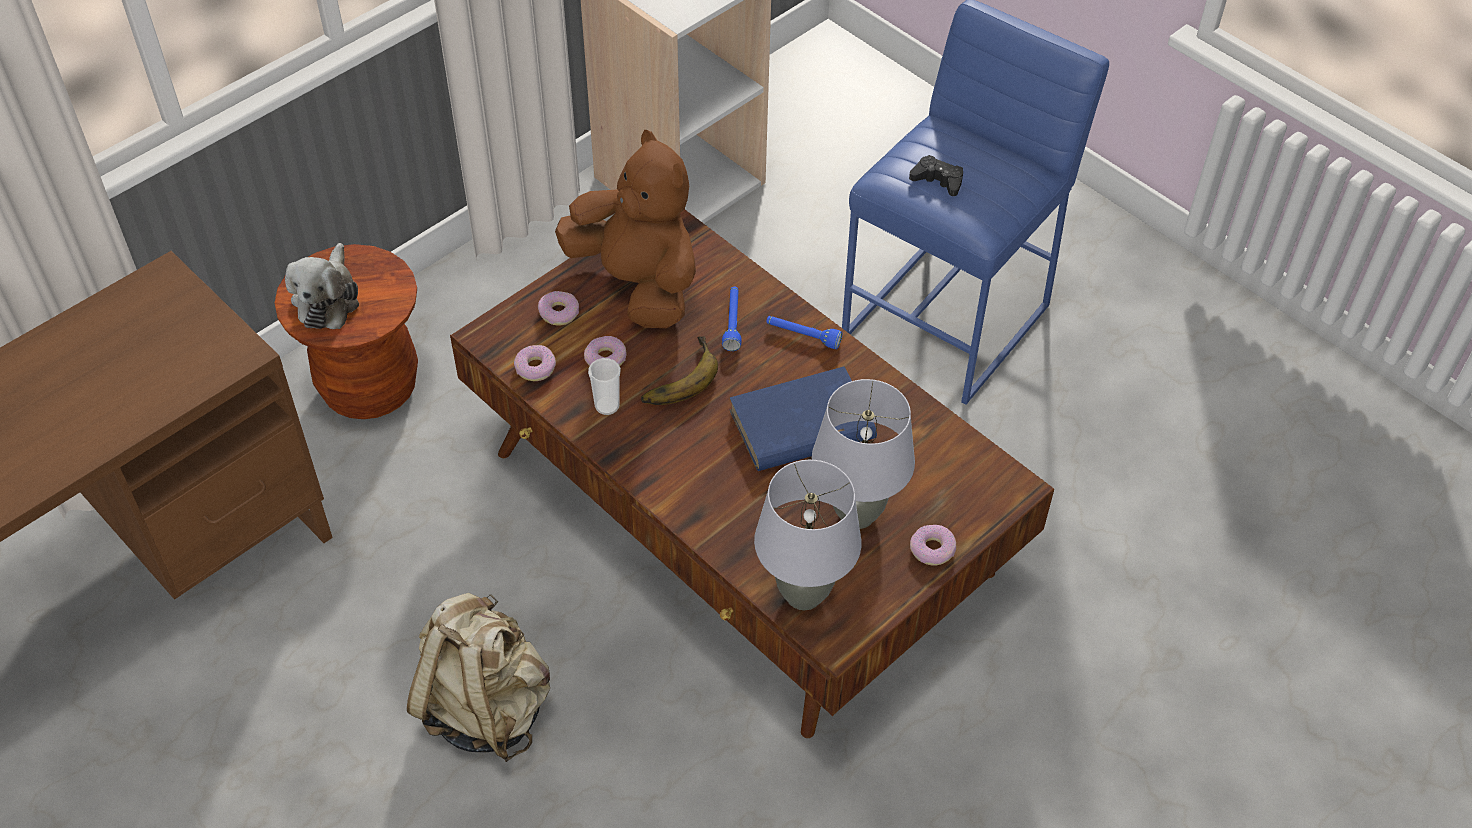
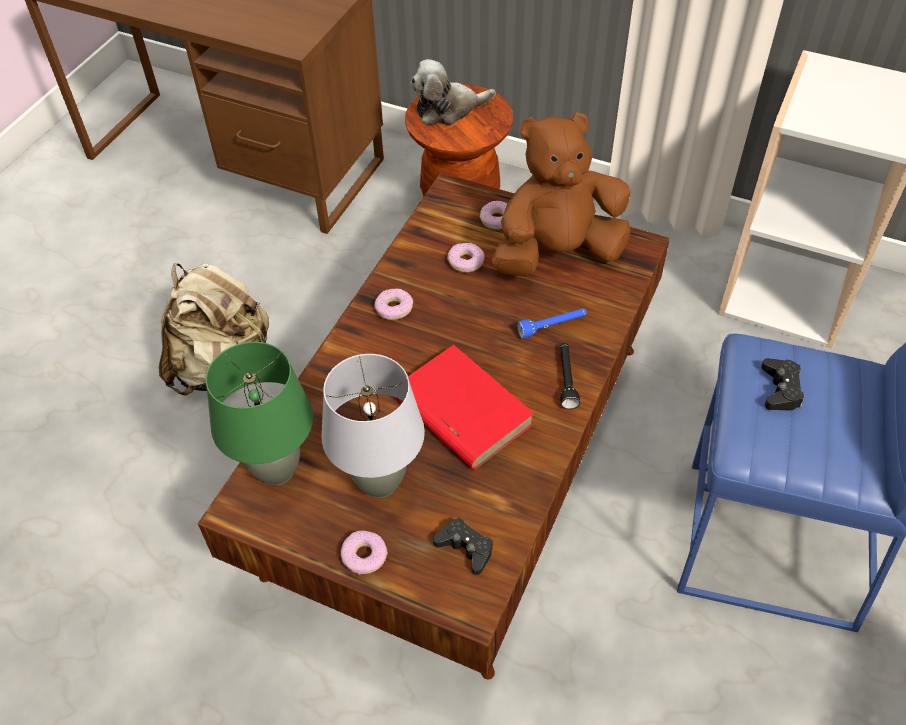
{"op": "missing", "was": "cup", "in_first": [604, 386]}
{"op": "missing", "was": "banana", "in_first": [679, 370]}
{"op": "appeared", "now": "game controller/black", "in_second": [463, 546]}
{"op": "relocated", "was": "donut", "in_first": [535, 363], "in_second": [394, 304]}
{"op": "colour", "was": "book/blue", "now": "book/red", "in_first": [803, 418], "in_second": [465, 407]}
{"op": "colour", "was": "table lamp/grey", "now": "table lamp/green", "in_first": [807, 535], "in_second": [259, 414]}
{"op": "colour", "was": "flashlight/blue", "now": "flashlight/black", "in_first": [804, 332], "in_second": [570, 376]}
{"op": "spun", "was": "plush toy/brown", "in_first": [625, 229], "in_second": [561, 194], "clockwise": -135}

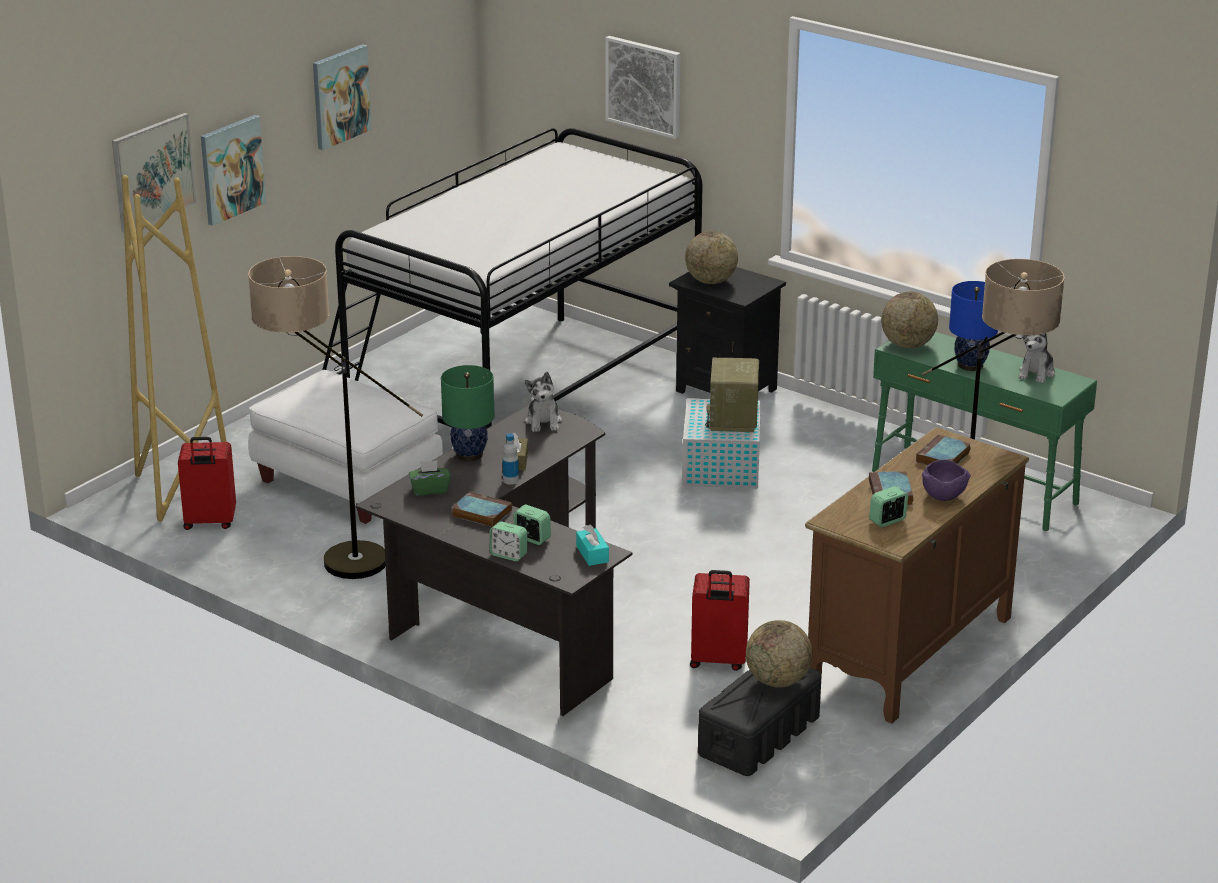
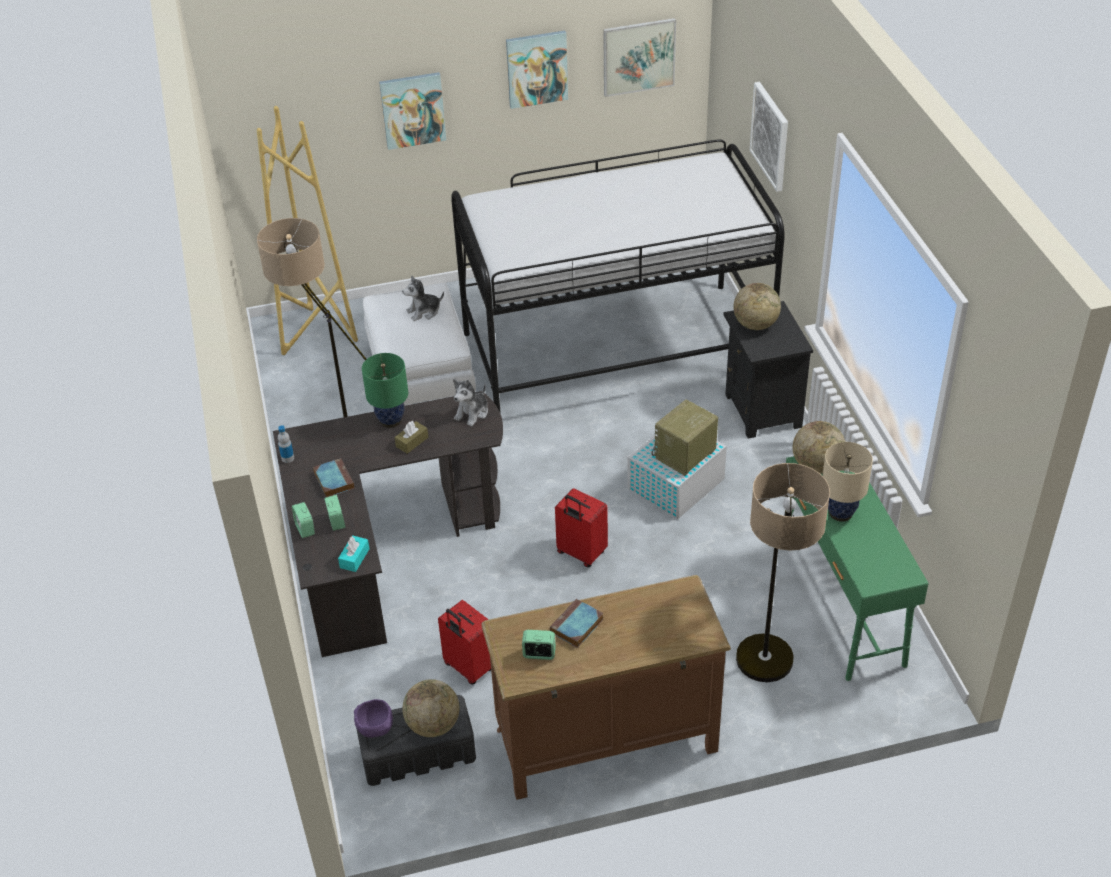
{"op": "missing", "was": "tissue box/green", "in_first": [430, 477]}
{"op": "missing", "was": "book", "in_first": [943, 450]}
{"op": "relocated", "was": "picture", "in_first": [154, 172], "in_second": [639, 57]}
{"op": "relocated", "was": "suitcase/red", "in_first": [207, 483], "in_second": [581, 527]}
{"op": "relocated", "was": "bottle", "in_first": [511, 459], "in_second": [286, 444]}
{"op": "relocated", "was": "bowl/purple", "in_first": [946, 480], "in_second": [373, 718]}
{"op": "relocated", "was": "plush toy", "in_first": [1036, 358], "in_second": [423, 298]}
{"op": "colour", "was": "table lamp/blue", "now": "table lamp/beige", "in_first": [973, 326], "in_second": [847, 481]}

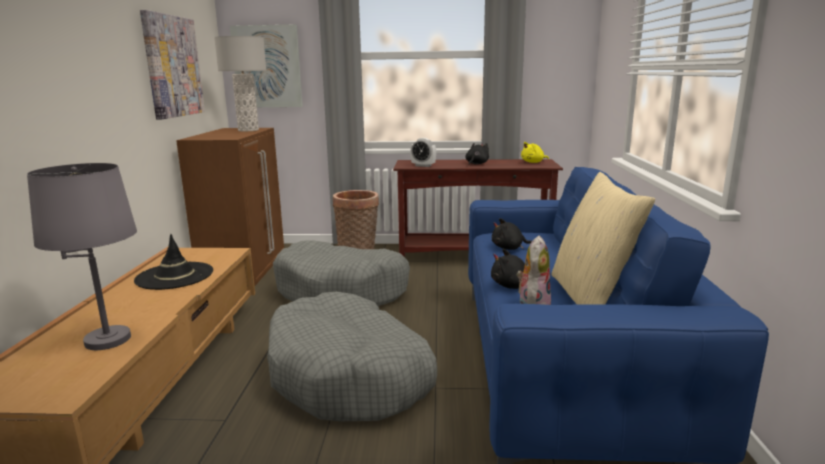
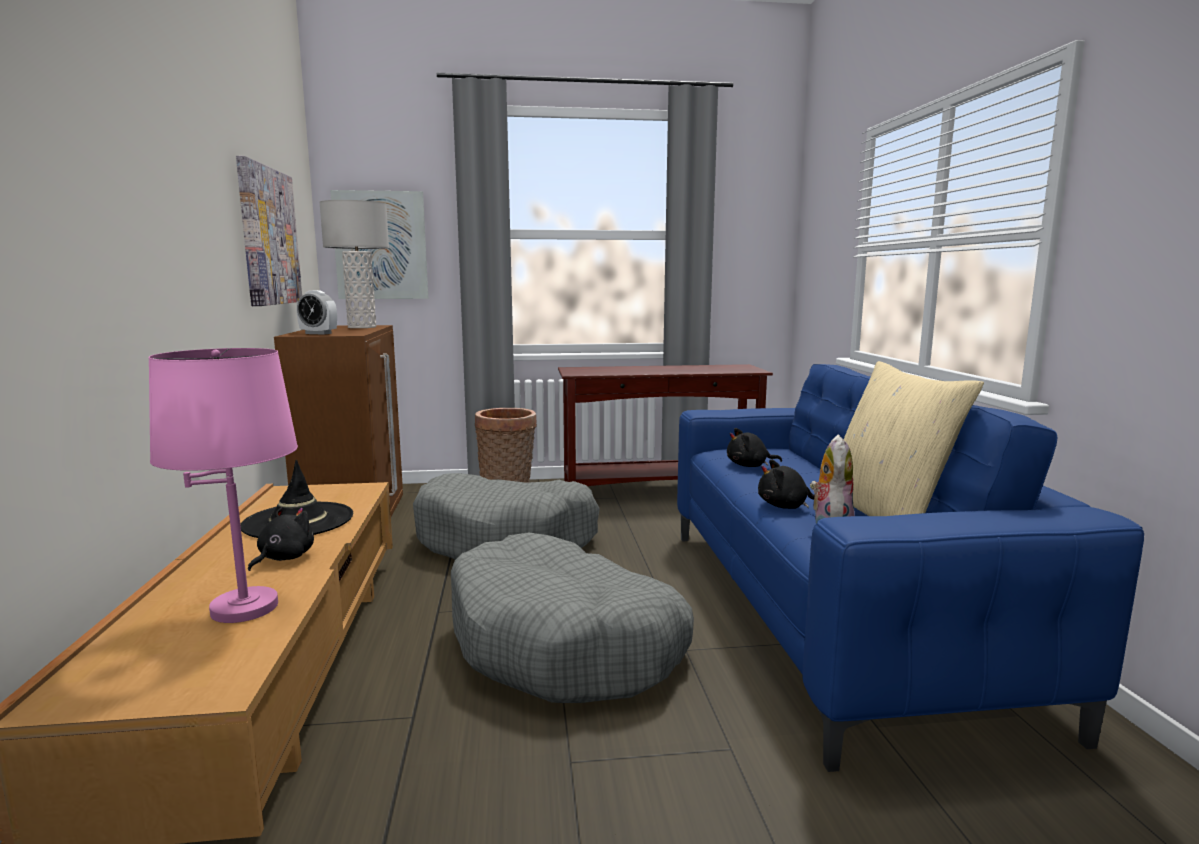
{"op": "missing", "was": "plush toy/yellow", "in_first": [535, 152]}
{"op": "relocated", "was": "alarm clock", "in_first": [423, 152], "in_second": [316, 312]}
{"op": "relocated", "was": "plush toy/black", "in_first": [477, 154], "in_second": [281, 539]}
{"op": "colour", "was": "table lamp/grey", "now": "table lamp/pink", "in_first": [82, 256], "in_second": [223, 485]}

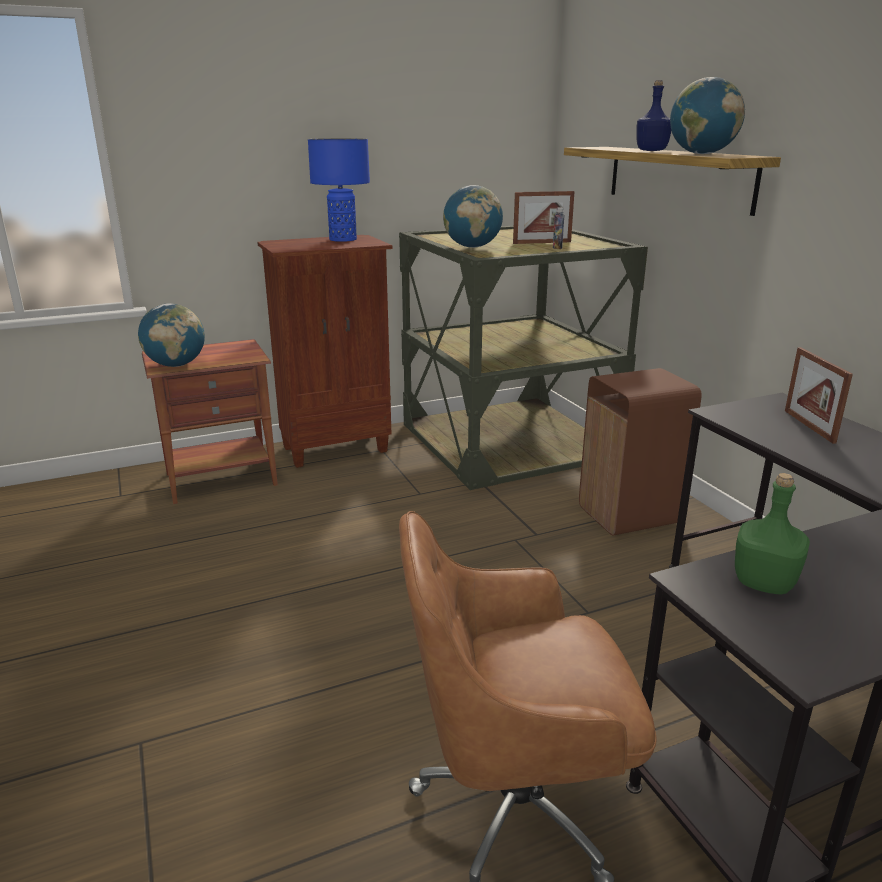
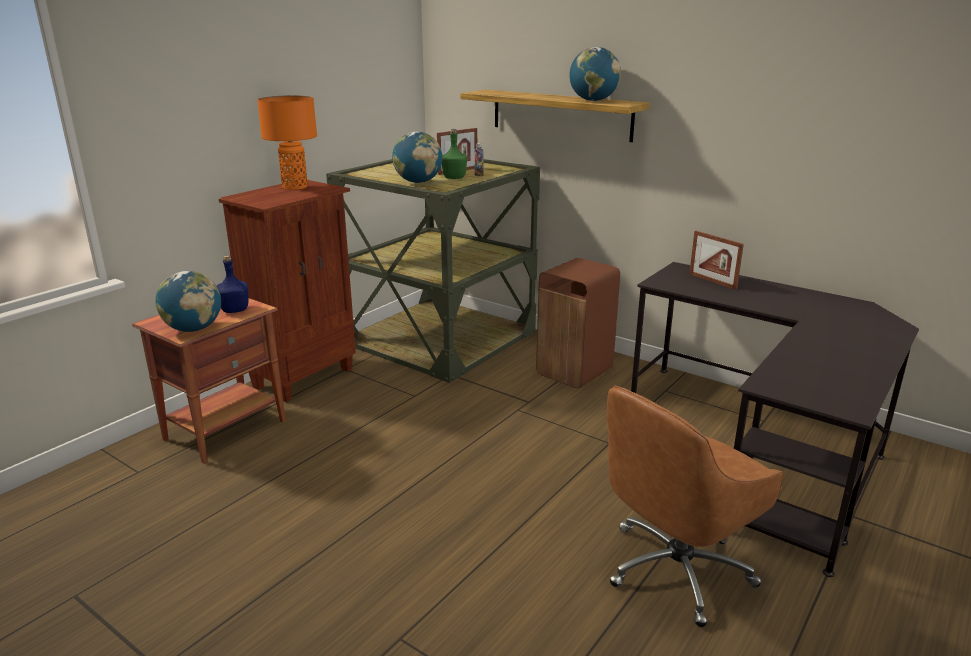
{"op": "relocated", "was": "bottle/blue", "in_first": [653, 115], "in_second": [233, 284]}
{"op": "relocated", "was": "bottle/green", "in_first": [772, 534], "in_second": [454, 154]}
{"op": "colour", "was": "table lamp/blue", "now": "table lamp/orange", "in_first": [339, 190], "in_second": [287, 142]}

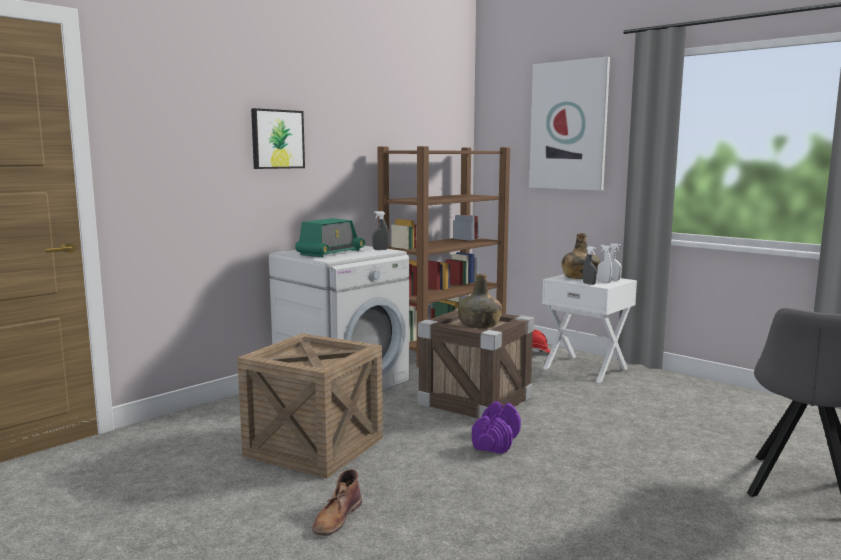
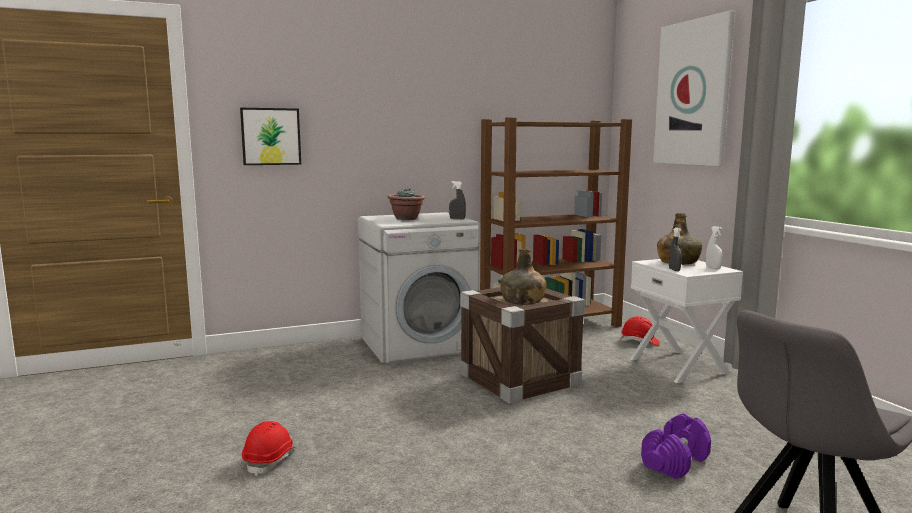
{"op": "missing", "was": "crate", "in_first": [310, 405]}
{"op": "missing", "was": "spray bottle/white", "in_first": [604, 264]}
{"op": "relocated", "was": "picture", "in_first": [278, 138], "in_second": [270, 136]}
{"op": "relocated", "was": "dumbbell/purple", "in_first": [496, 427], "in_second": [676, 446]}
{"op": "exchanged", "was": "radio", "now": "potted plant", "in_first": [330, 237], "in_second": [406, 204]}
{"op": "exchanged", "was": "boot/brown", "now": "hard hat/red", "in_first": [337, 502], "in_second": [269, 448]}

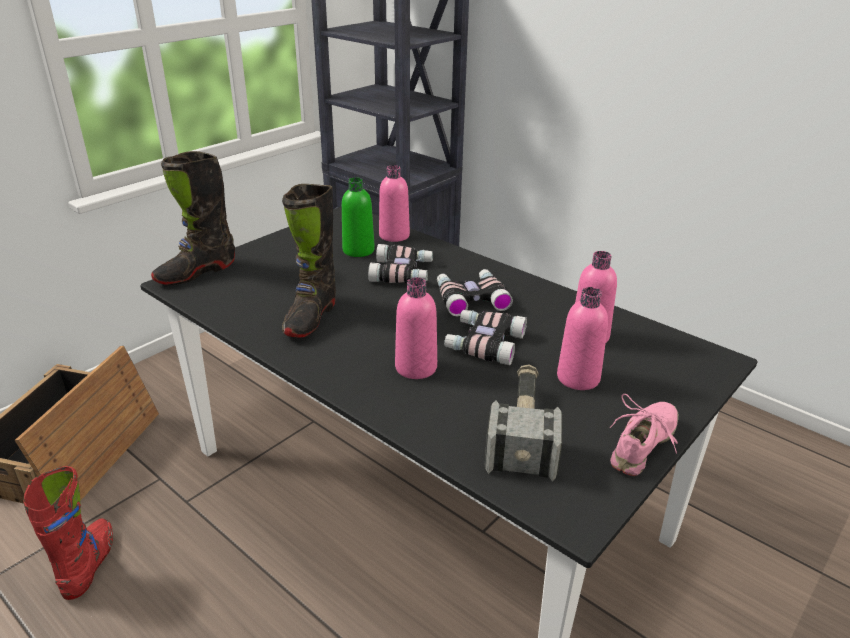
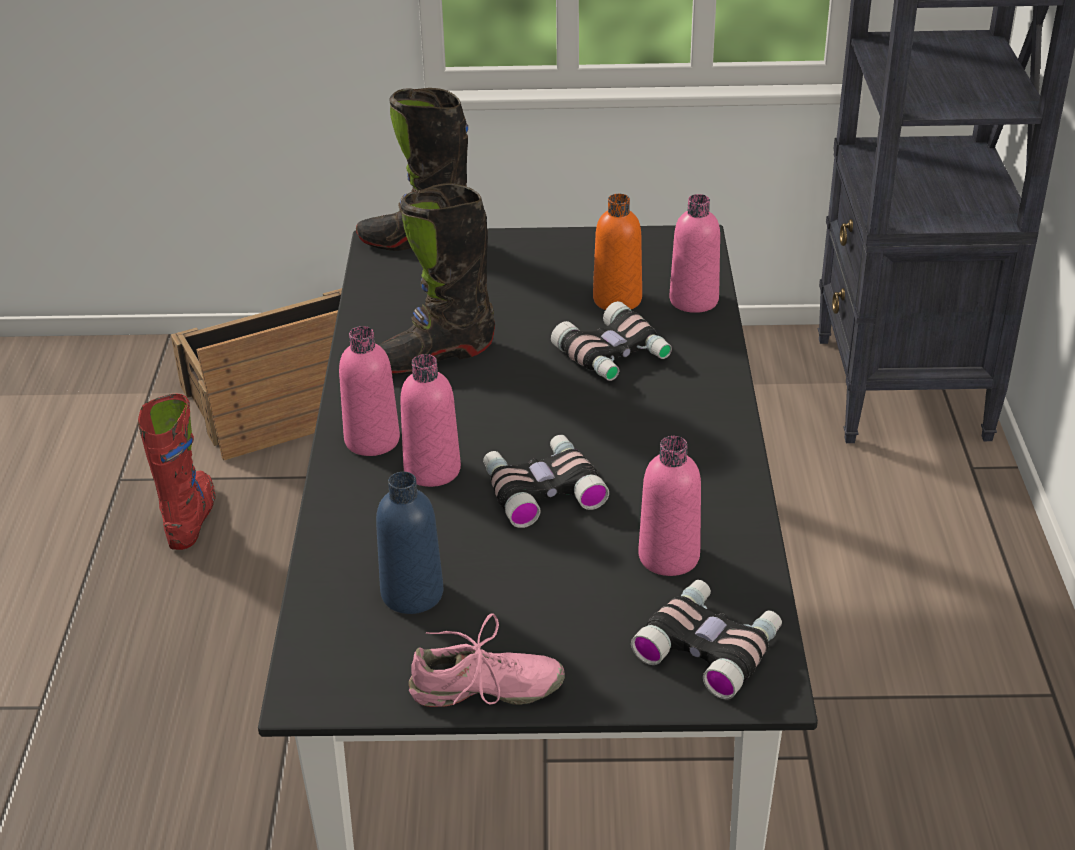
{"op": "relocated", "was": "binoculars", "in_first": [475, 292], "in_second": [706, 639]}
{"op": "relocated", "was": "bottle/pink", "in_first": [582, 338], "in_second": [369, 391]}
{"op": "exchanged", "was": "hammer", "now": "bottle/blue", "in_first": [524, 423], "in_second": [409, 543]}
{"op": "colour", "was": "bottle/green", "now": "bottle/orange", "in_first": [358, 217], "in_second": [617, 252]}
{"op": "spun", "was": "boot/red", "in_first": [68, 533], "in_second": [177, 471], "clockwise": -45}

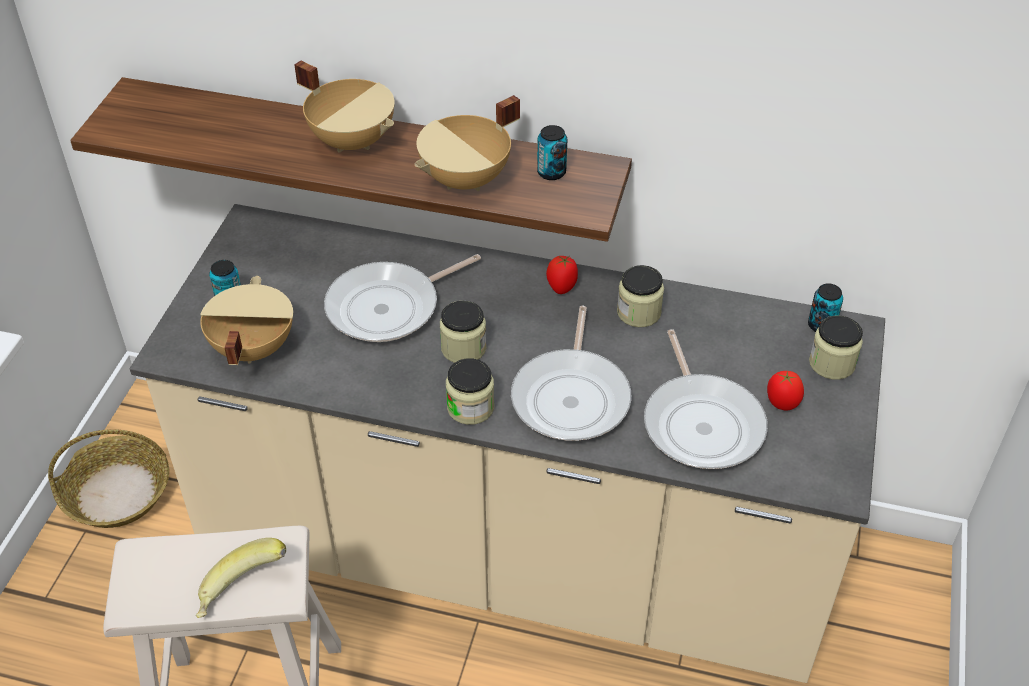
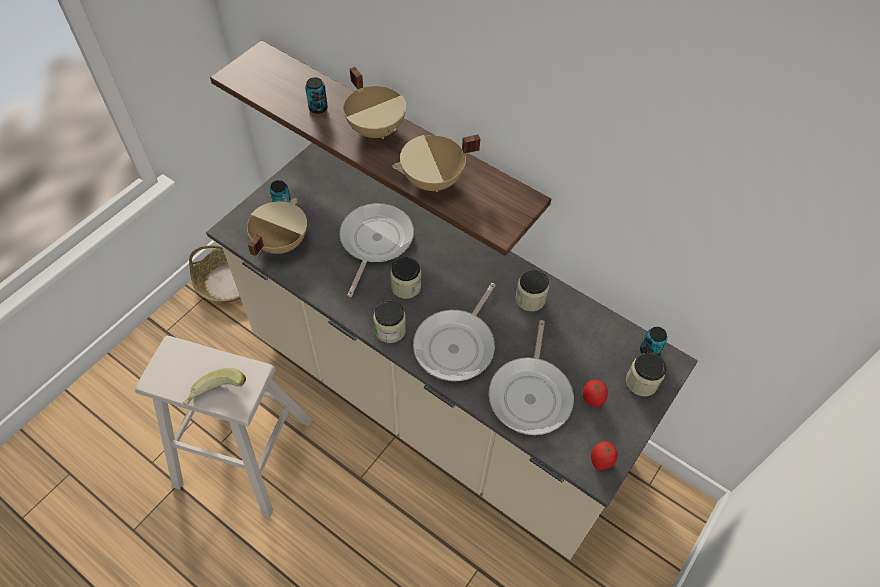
{"op": "relocated", "was": "can", "in_first": [552, 152], "in_second": [316, 95]}
{"op": "relocated", "was": "tomato", "in_first": [562, 275], "in_second": [604, 455]}
{"op": "spun", "was": "frying pan", "in_first": [402, 298], "in_second": [376, 250], "clockwise": 120}

